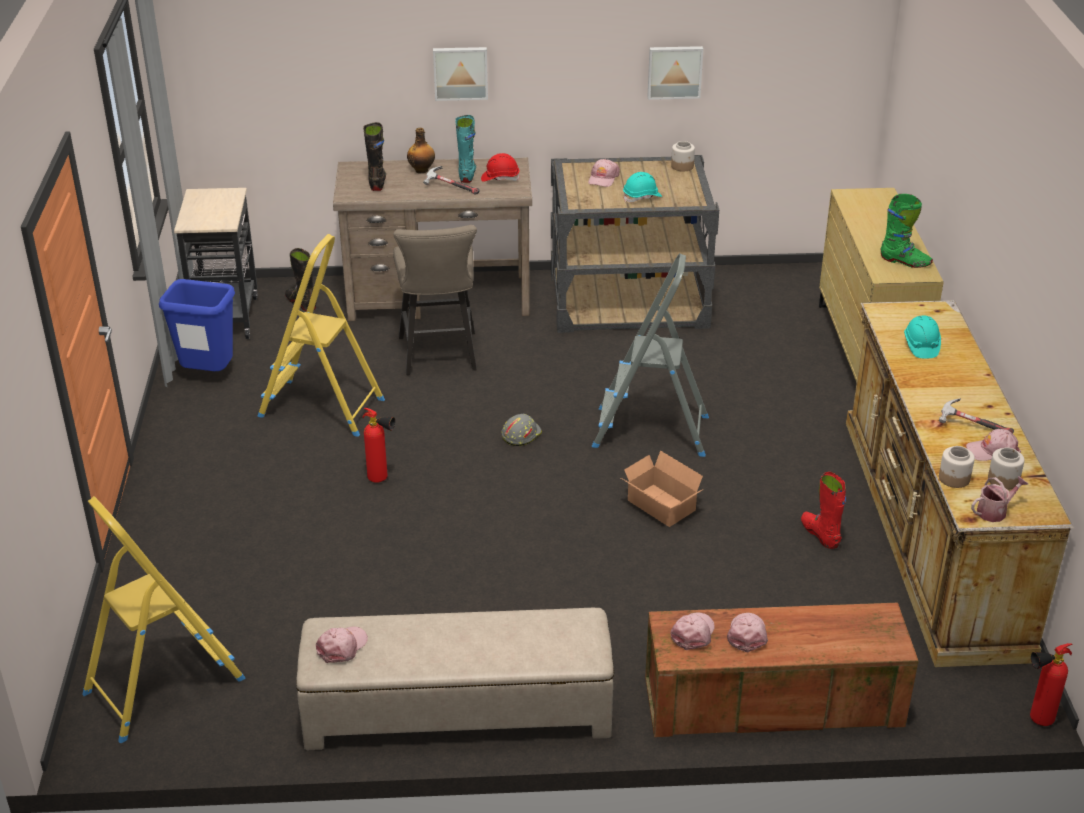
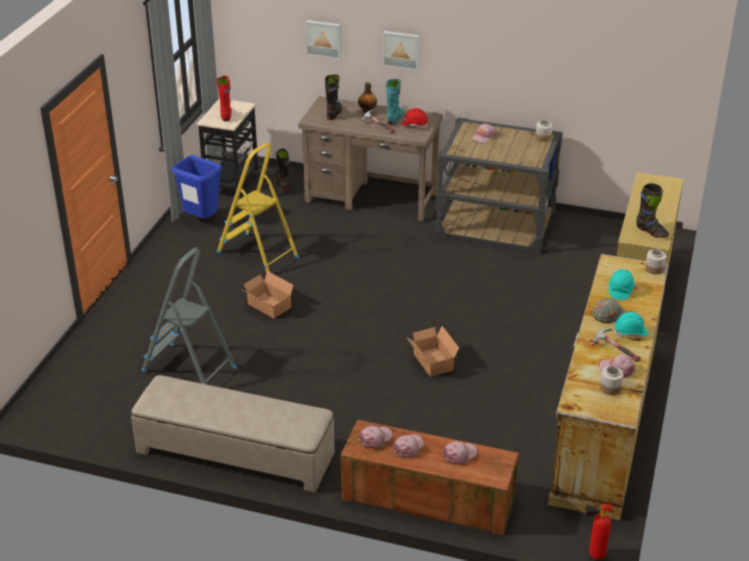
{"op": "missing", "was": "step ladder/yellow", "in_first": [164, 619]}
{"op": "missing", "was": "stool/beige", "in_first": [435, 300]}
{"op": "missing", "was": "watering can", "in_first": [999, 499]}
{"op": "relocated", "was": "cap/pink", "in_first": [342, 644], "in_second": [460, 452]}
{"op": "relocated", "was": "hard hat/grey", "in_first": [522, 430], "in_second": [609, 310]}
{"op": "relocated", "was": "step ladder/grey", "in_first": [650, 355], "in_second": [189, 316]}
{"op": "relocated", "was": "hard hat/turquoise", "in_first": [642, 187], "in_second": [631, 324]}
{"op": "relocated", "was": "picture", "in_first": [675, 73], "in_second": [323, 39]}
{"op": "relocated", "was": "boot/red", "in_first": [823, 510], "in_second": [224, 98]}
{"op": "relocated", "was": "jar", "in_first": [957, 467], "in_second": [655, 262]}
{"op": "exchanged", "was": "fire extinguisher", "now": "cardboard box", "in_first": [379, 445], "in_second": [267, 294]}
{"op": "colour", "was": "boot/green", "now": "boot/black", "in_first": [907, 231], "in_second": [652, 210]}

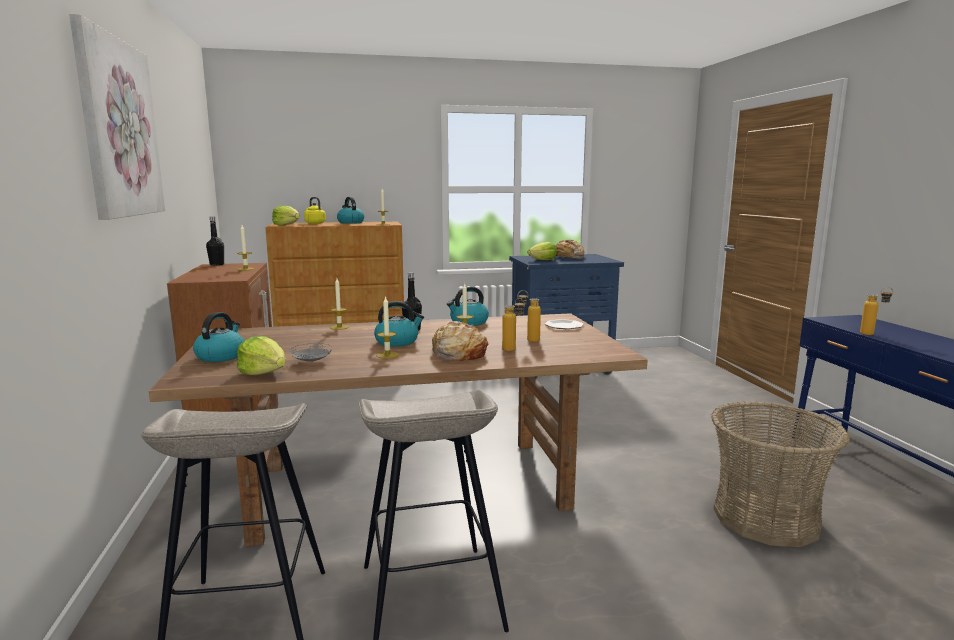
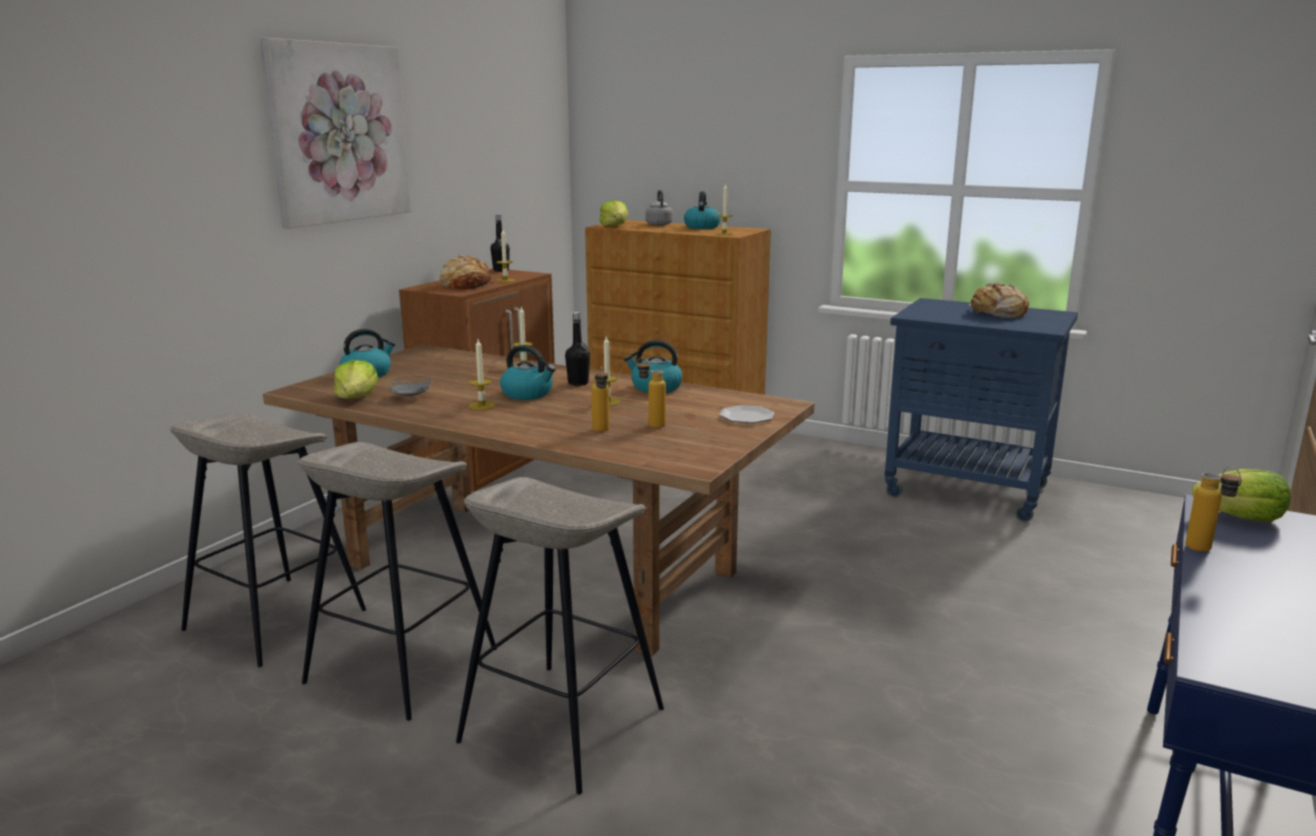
{"op": "missing", "was": "basket", "in_first": [780, 474]}
{"op": "appeared", "now": "stool/grey", "in_second": [560, 636]}
{"op": "relocated", "was": "bread", "in_first": [459, 341], "in_second": [465, 272]}
{"op": "relocated", "was": "lettuce", "in_first": [542, 251], "in_second": [1241, 495]}
{"op": "colour", "was": "kettle/yellow", "now": "kettle/grey", "in_first": [315, 210], "in_second": [659, 208]}

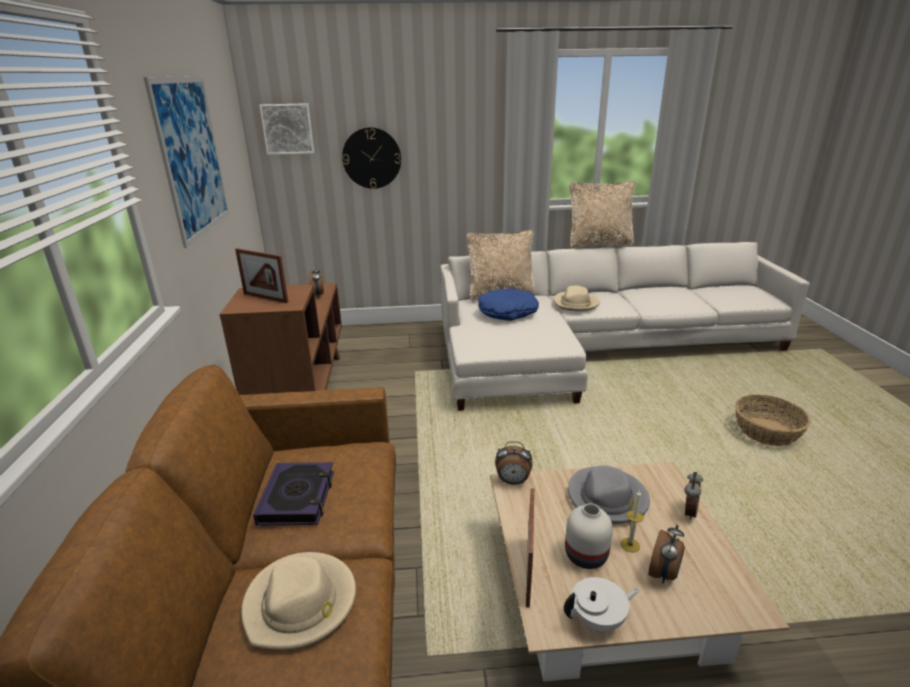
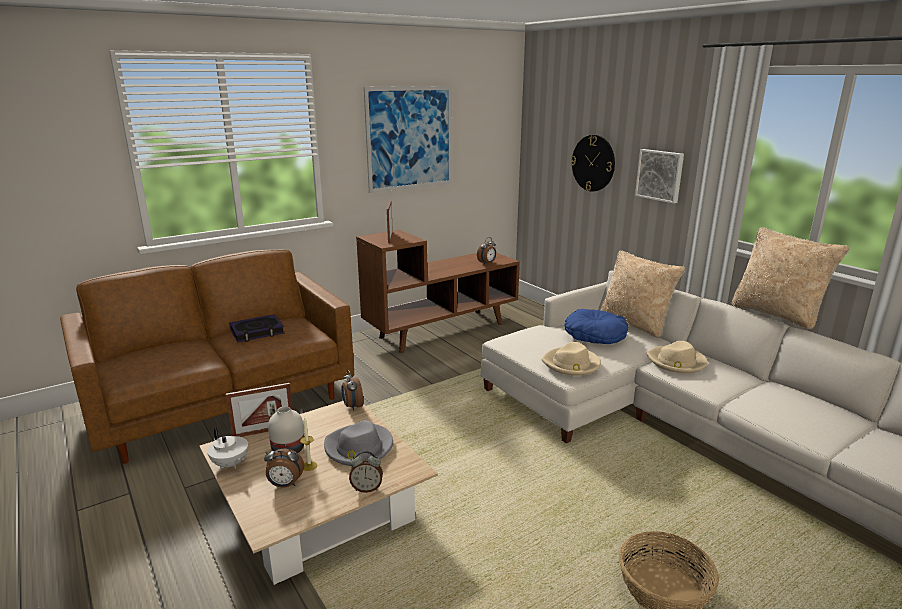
{"op": "relocated", "was": "hat/beige", "in_first": [298, 601], "in_second": [571, 359]}
{"op": "relocated", "was": "picture", "in_first": [287, 129], "in_second": [659, 176]}

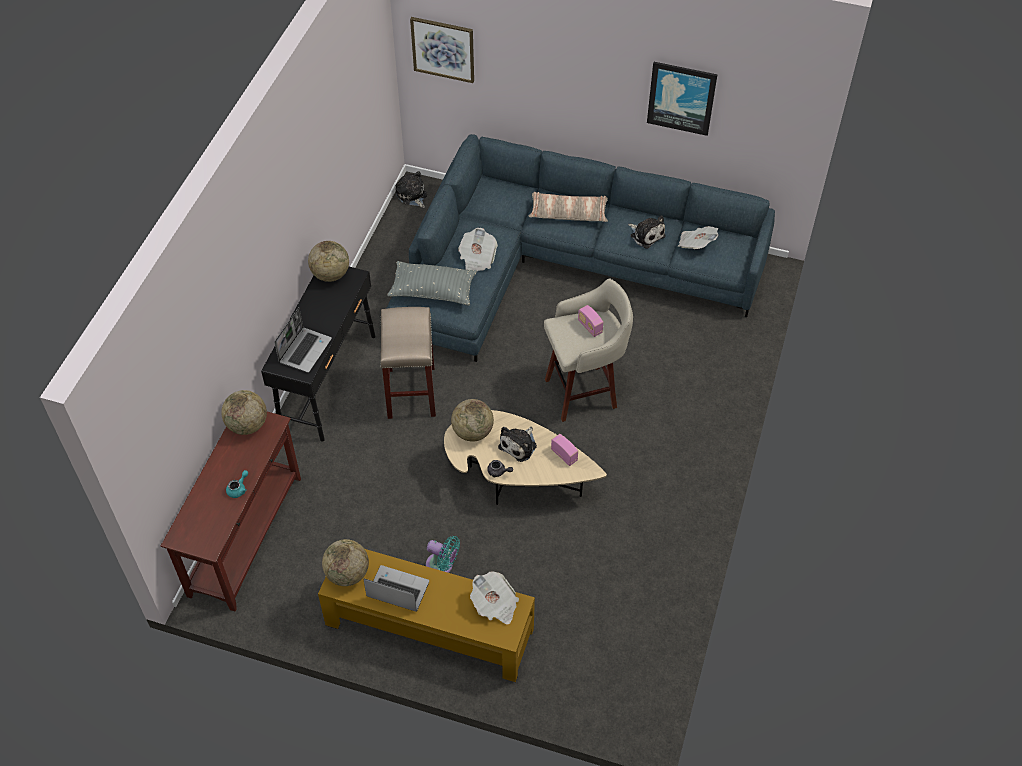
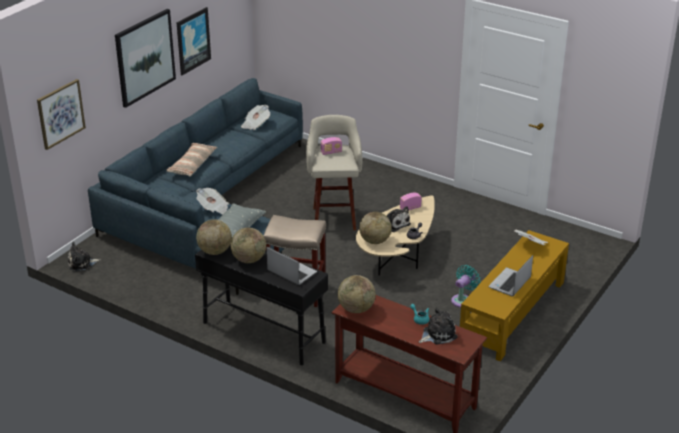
{"op": "appeared", "now": "picture", "in_second": [145, 58]}
{"op": "relocated", "was": "globe", "in_first": [345, 562], "in_second": [248, 245]}
{"op": "relocated", "was": "plush toy", "in_first": [647, 232], "in_second": [438, 326]}

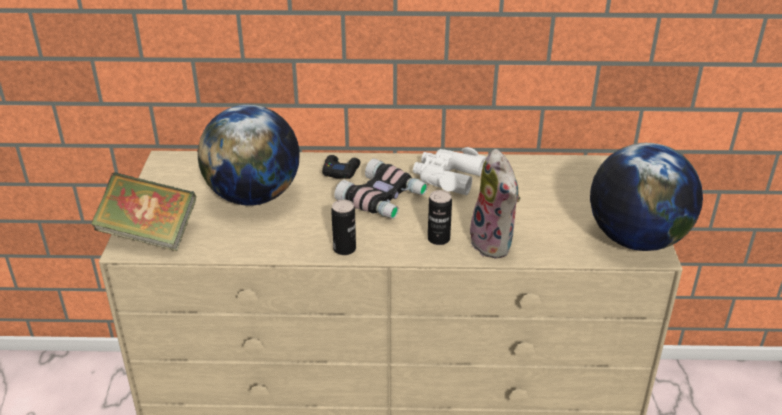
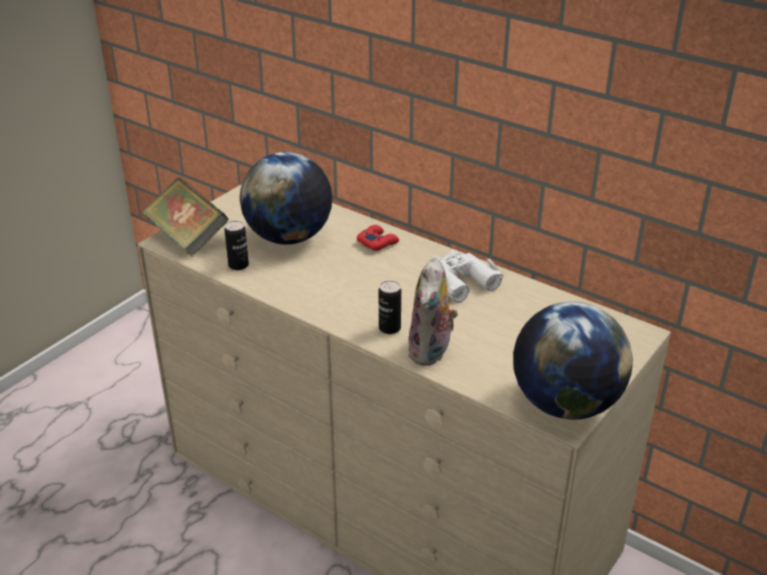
{"op": "missing", "was": "binoculars", "in_first": [380, 188]}
{"op": "relocated", "was": "can", "in_first": [343, 227], "in_second": [236, 245]}
{"op": "colour", "was": "game controller/black", "now": "game controller/red", "in_first": [341, 167], "in_second": [378, 238]}

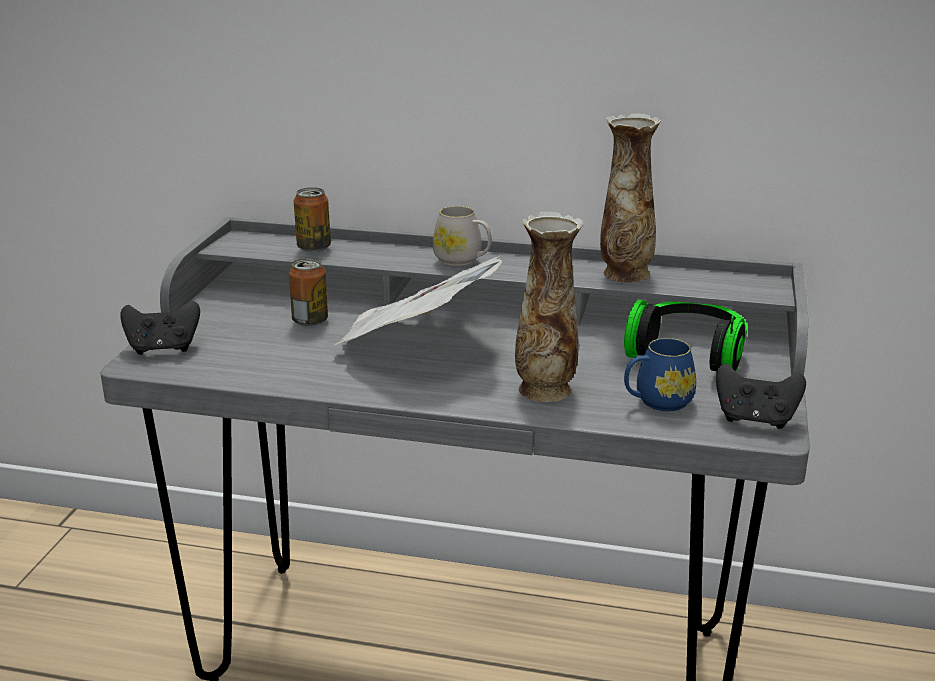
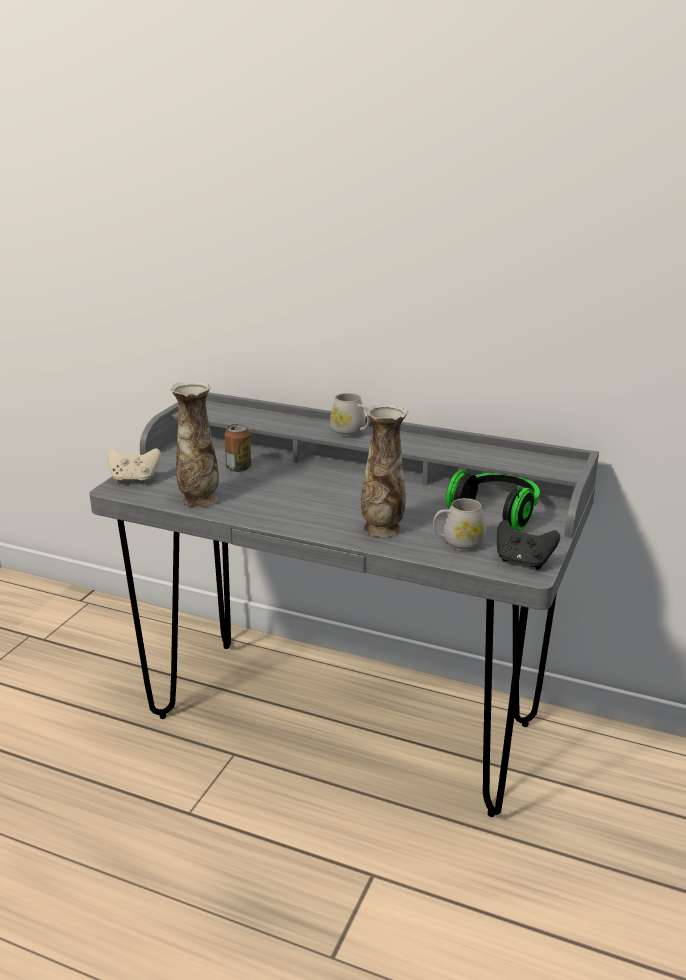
{"op": "missing", "was": "can", "in_first": [312, 219]}
{"op": "missing", "was": "newspaper", "in_first": [417, 301]}
{"op": "relocated", "was": "vase", "in_first": [630, 198], "in_second": [194, 444]}
{"op": "colour", "was": "game controller/black", "now": "game controller/beige", "in_first": [160, 328], "in_second": [134, 465]}
{"op": "colour", "was": "mug/blue", "now": "mug/white", "in_first": [660, 374], "in_second": [459, 524]}

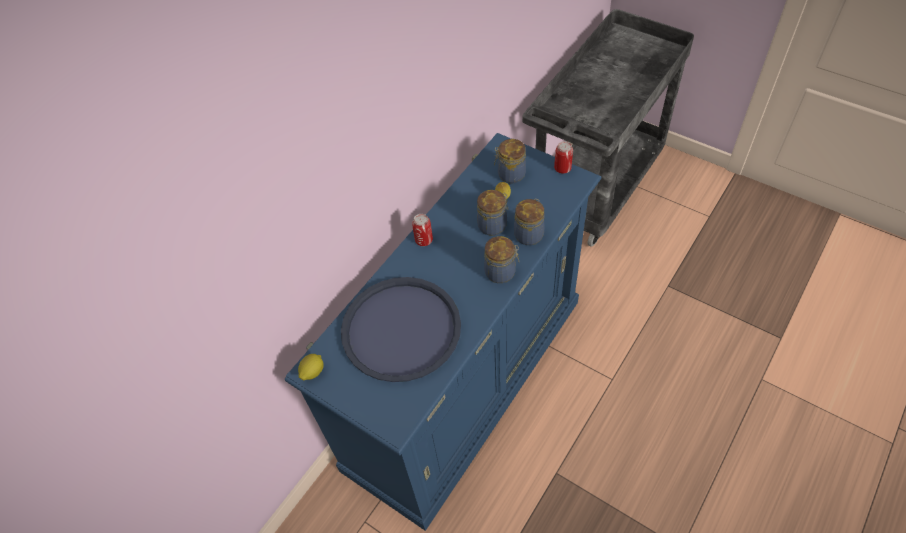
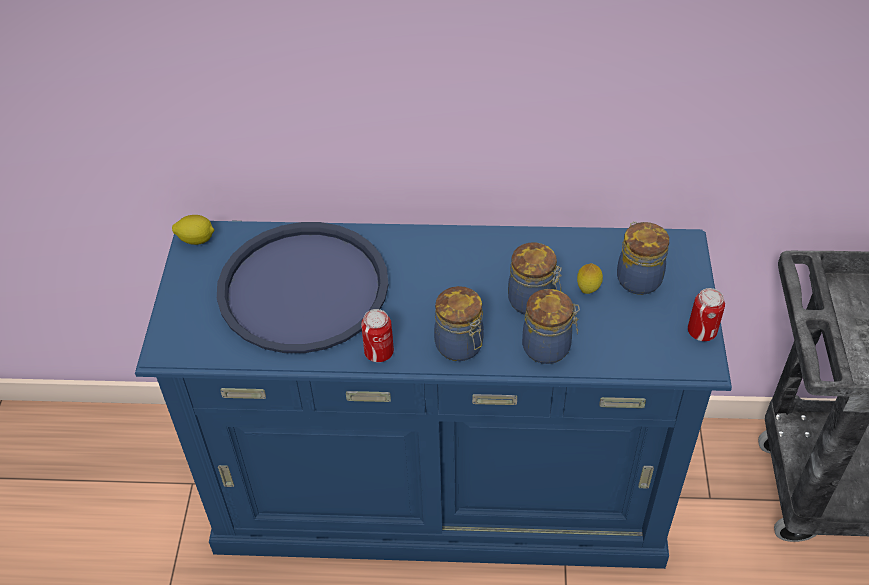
{"op": "relocated", "was": "can", "in_first": [422, 230], "in_second": [377, 335]}

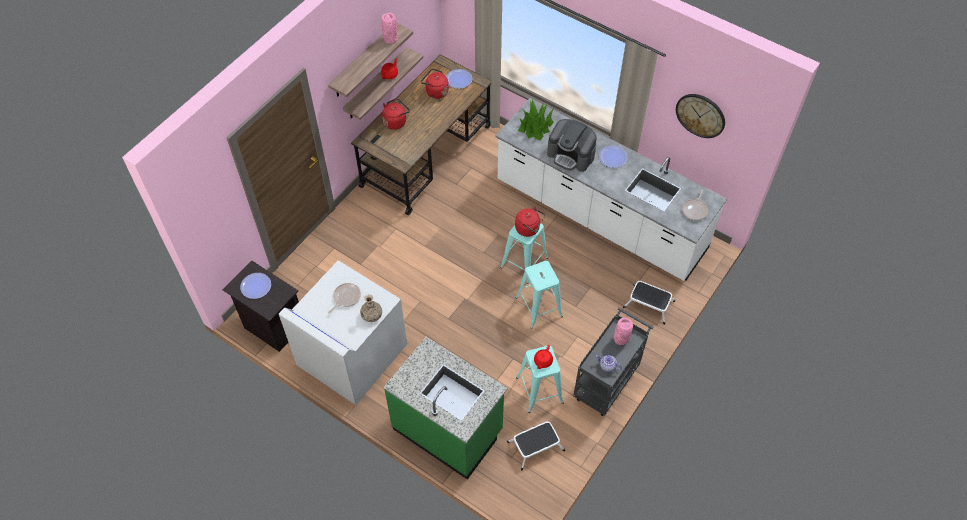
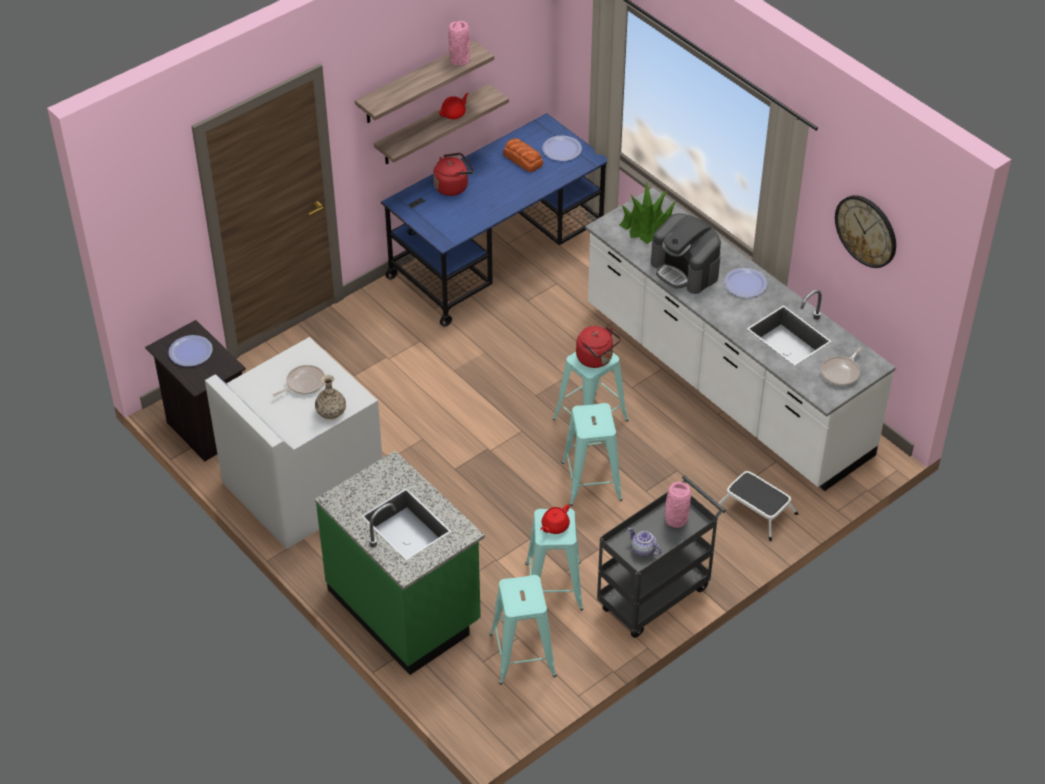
{"op": "exchanged", "was": "kettle/red", "now": "bread", "in_first": [435, 84], "in_second": [523, 155]}
{"op": "exchanged", "was": "step ladder/black", "now": "stool/turquoise", "in_first": [536, 445], "in_second": [523, 629]}
{"op": "colour", "was": "desk/brown", "now": "desk/blue", "in_first": [421, 135], "in_second": [494, 220]}

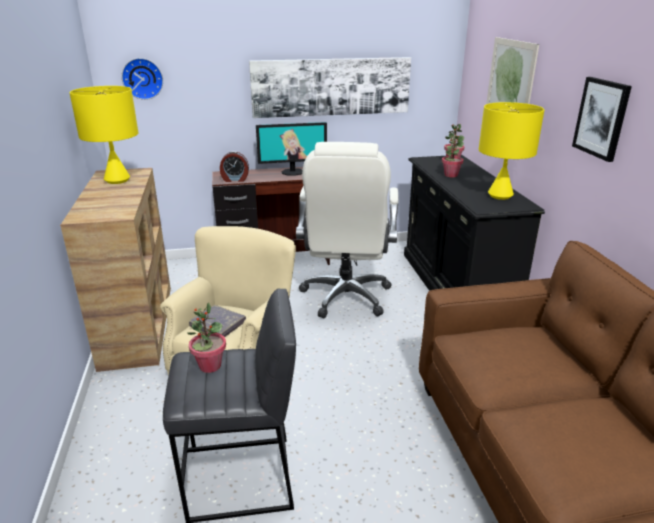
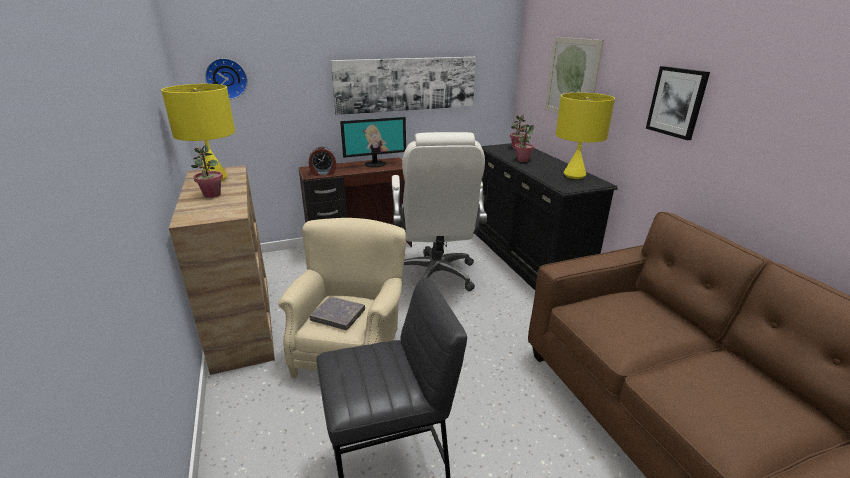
{"op": "relocated", "was": "potted plant", "in_first": [206, 337], "in_second": [207, 171]}

